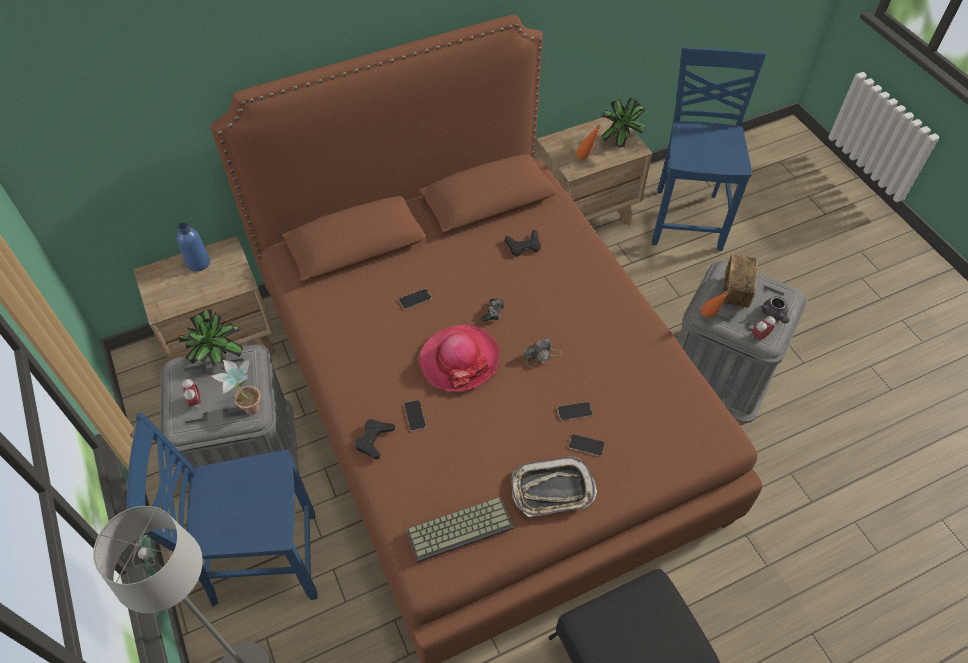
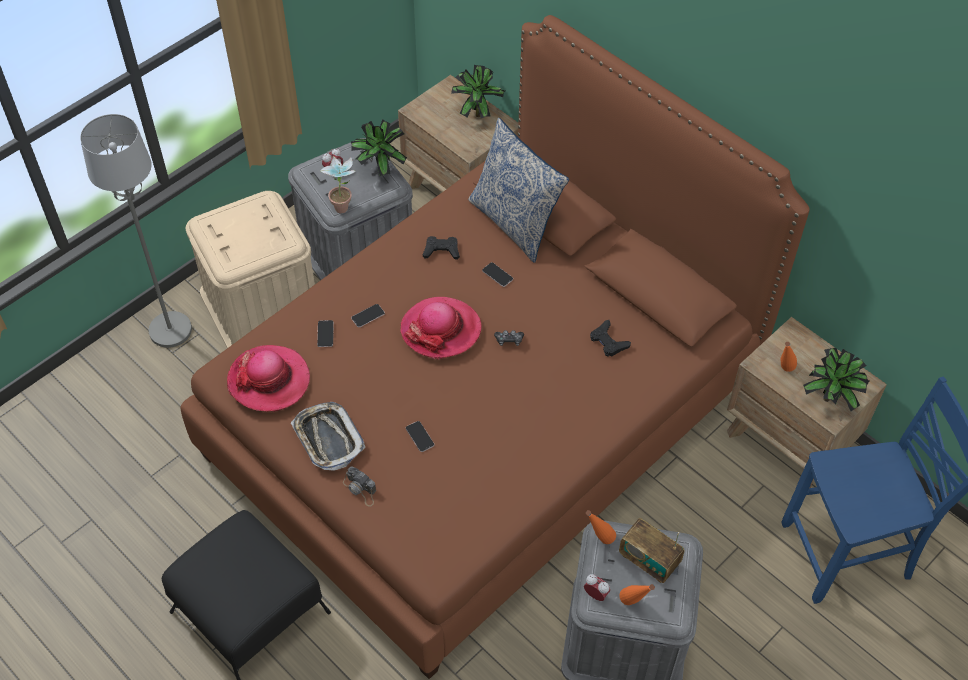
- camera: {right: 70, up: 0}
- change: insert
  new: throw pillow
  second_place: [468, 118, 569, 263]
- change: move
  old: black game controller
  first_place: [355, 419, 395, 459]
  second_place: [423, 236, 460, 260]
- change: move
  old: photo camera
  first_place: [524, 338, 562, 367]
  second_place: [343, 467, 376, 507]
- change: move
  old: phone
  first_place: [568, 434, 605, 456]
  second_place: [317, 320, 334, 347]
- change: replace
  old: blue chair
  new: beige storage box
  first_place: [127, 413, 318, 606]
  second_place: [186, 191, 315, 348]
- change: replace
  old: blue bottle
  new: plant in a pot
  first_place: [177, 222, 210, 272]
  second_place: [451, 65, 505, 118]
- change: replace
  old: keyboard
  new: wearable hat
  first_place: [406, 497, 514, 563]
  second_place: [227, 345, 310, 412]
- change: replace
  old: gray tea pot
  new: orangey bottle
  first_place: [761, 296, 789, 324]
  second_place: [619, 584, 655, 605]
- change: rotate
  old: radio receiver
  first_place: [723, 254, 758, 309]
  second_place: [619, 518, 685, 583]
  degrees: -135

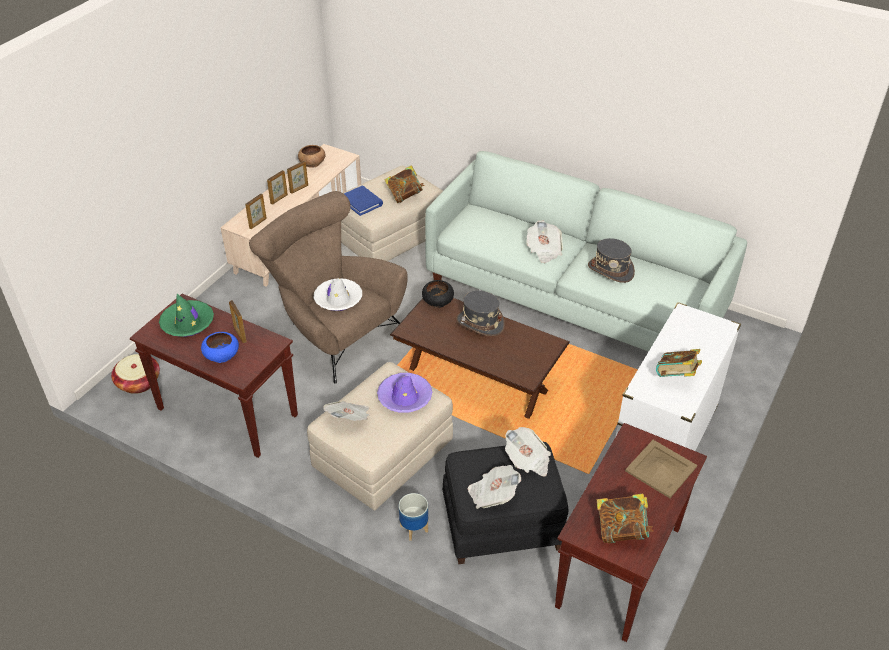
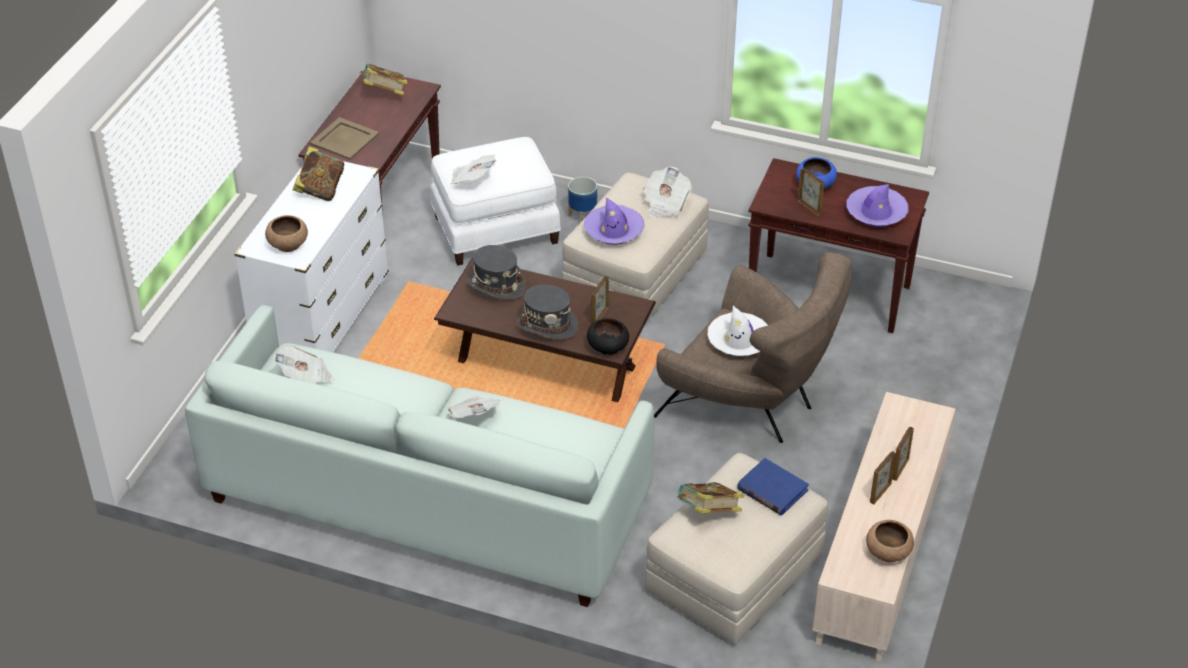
- camera: {right: 170, up: 0}
- change: delete
  old: household basket
  first_place: [111, 354, 160, 394]
- change: insert
  new: brown-coloured bowl
  second_place: [265, 215, 308, 252]
- change: move
  old: picture frame
  first_place: [245, 194, 267, 229]
  second_place: [591, 276, 609, 324]
- change: move
  old: daily paper
  first_place: [468, 465, 521, 509]
  second_place: [273, 345, 334, 384]
- change: move
  old: gray wearable hat
  first_place: [588, 238, 635, 283]
  second_place: [466, 245, 526, 301]
- change: recolor
  old: green wearable hat
  new: purplish wearable hat
  first_place: [159, 294, 214, 337]
  second_place: [846, 184, 909, 227]
- change: recolor
  old: black footrest
  new: white footrest
  first_place: [442, 441, 568, 564]
  second_place: [431, 137, 561, 266]

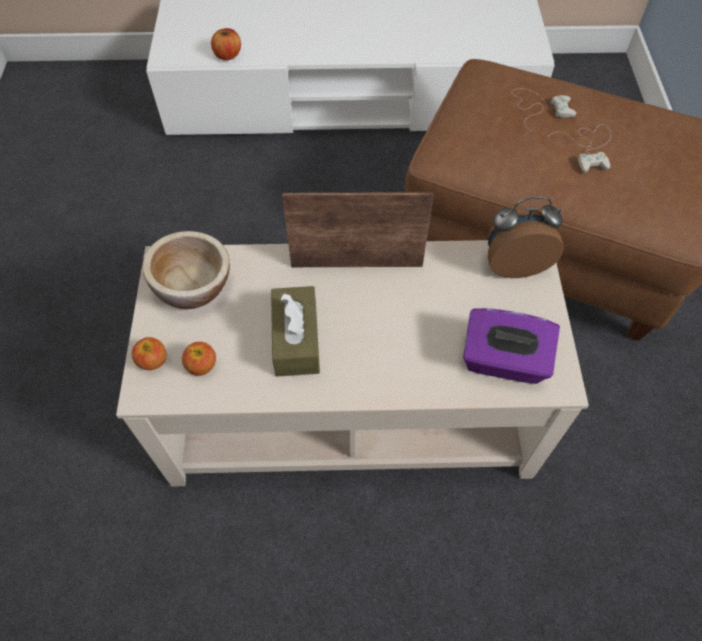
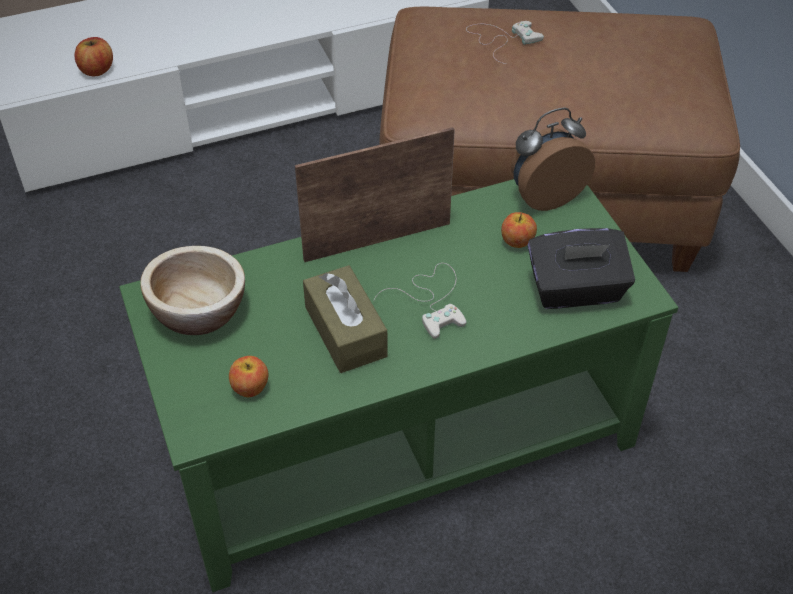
- camera: {right: -20, up: -10}
- change: move
  old: apple fruit
  first_place: [132, 337, 167, 370]
  second_place: [501, 212, 537, 248]
- change: move
  old: white game controller
  first_place: [550, 124, 611, 173]
  second_place: [374, 263, 466, 339]
- change: recolor
  old: beige lounge table
  new: green lounge table
  first_place: [116, 240, 589, 487]
  second_place: [119, 179, 678, 592]
- change: recolor
  old: purplish tissue holder
  new: black tissue holder
  first_place: [463, 308, 560, 384]
  second_place: [528, 228, 635, 309]

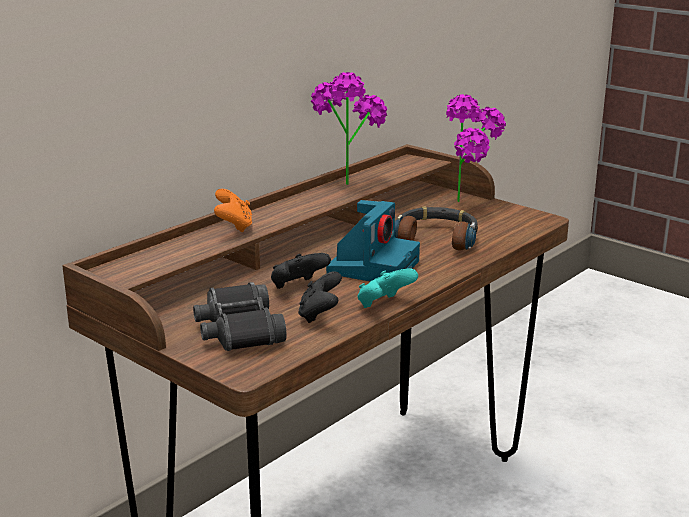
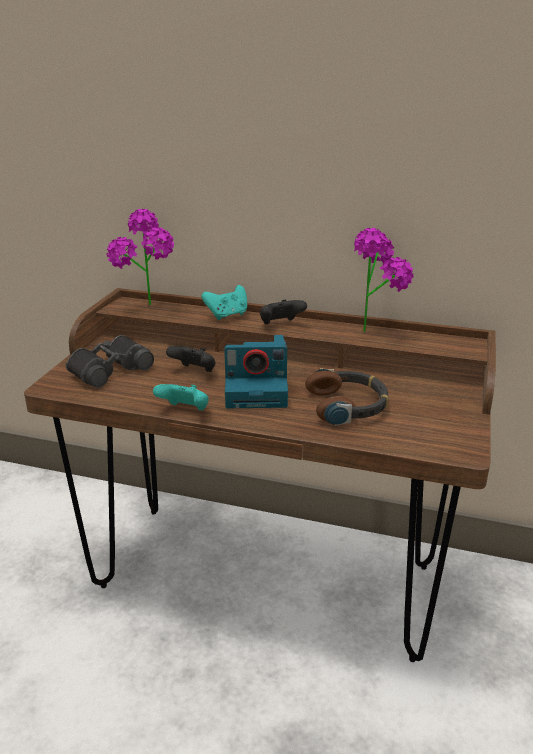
- camera: {right: 65, up: 5}
- change: move
  old: black game controller
  first_place: [298, 271, 342, 323]
  second_place: [260, 299, 307, 324]
- change: move
  old: plant in a pot
  first_place: [446, 94, 506, 202]
  second_place: [106, 209, 174, 305]
- change: recolor
  old: orangey game controller
  new: blue-green game controller
  first_place: [214, 189, 252, 232]
  second_place: [202, 285, 247, 320]

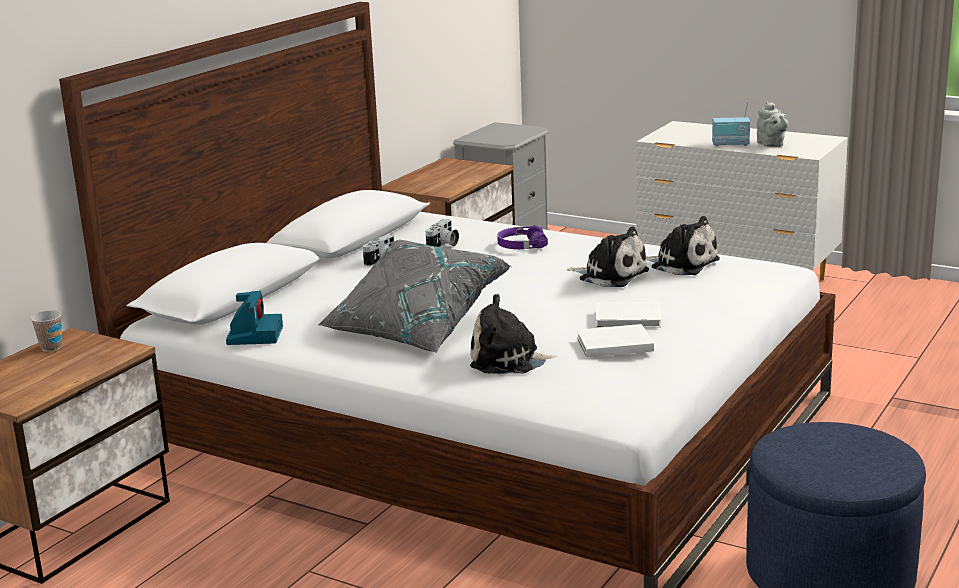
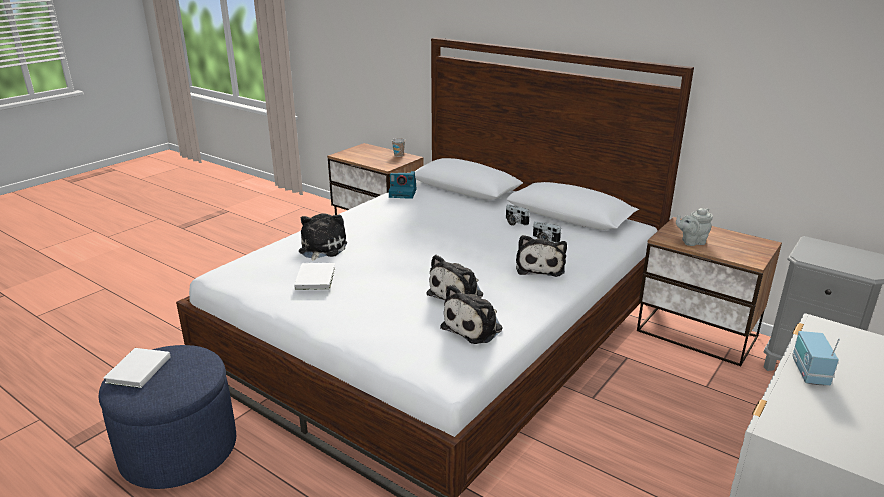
- camera: {right: 95, up: 5}
- change: delete
  old: gray throw pillow
  first_place: [318, 240, 511, 353]
- change: move
  old: white volume
  first_place: [596, 302, 661, 328]
  second_place: [103, 348, 170, 388]
- change: move
  old: gray tea pot
  first_place: [757, 102, 789, 147]
  second_place: [676, 208, 713, 246]
- change: replace
  old: purplish pair of headphones
  new: soft toy
  first_place: [497, 225, 548, 249]
  second_place: [516, 235, 567, 277]

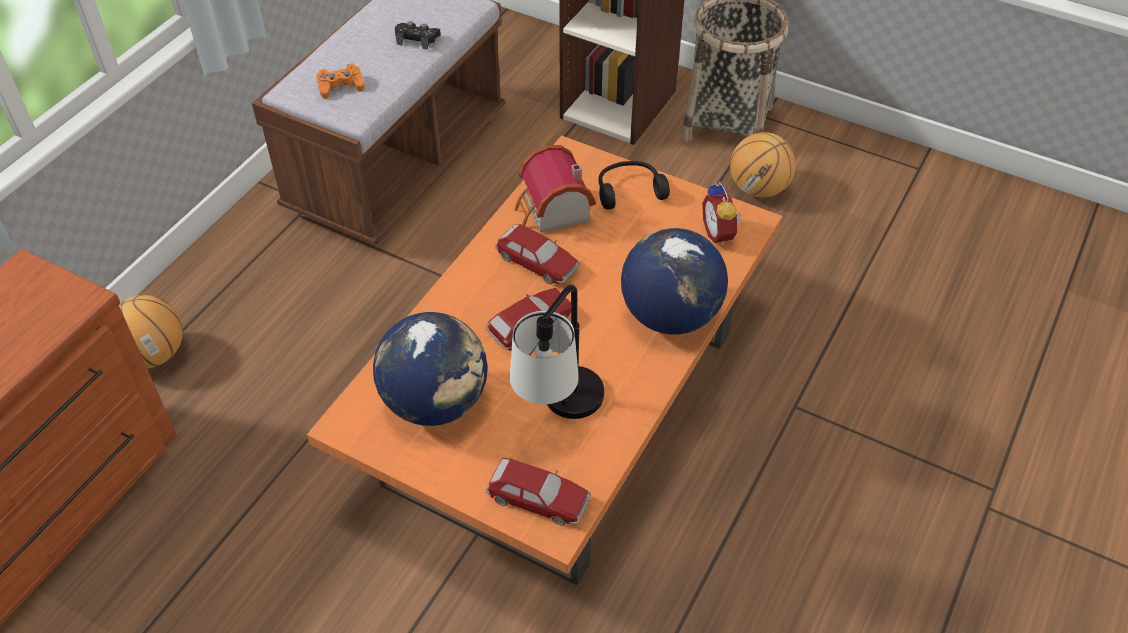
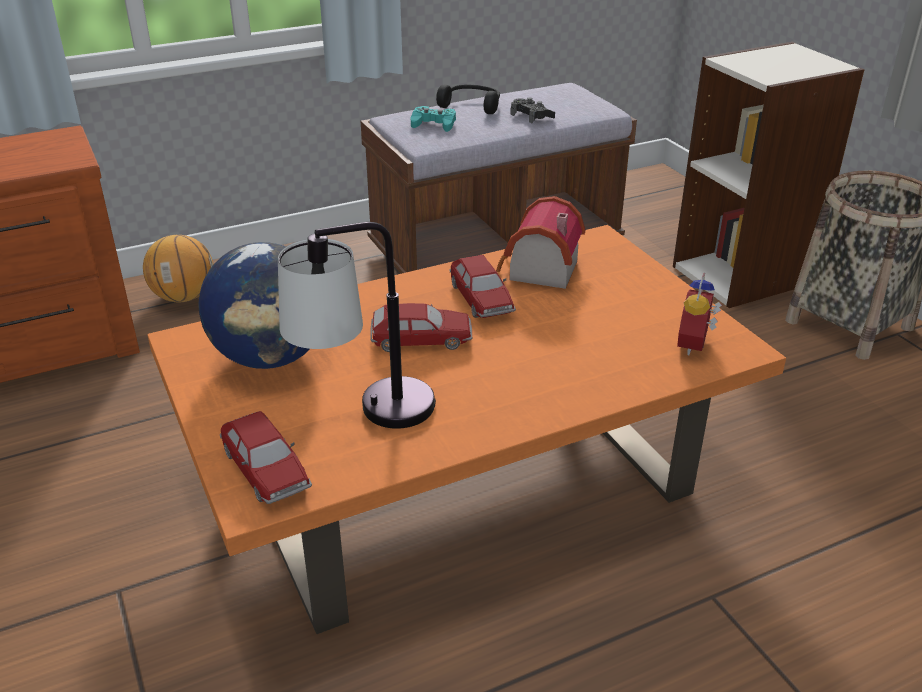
- camera: {right: 35, up: -15}
- change: delete
  old: world globe
  first_place: [621, 228, 728, 335]
- change: delete
  old: basketball ball
  first_place: [730, 132, 796, 198]
- change: move
  old: black pair of headphones
  first_place: [599, 161, 670, 210]
  second_place: [436, 84, 500, 114]
- change: recolor
  old: orangey game controller
  new: blue-green game controller
  first_place: [316, 64, 365, 99]
  second_place: [411, 106, 456, 132]

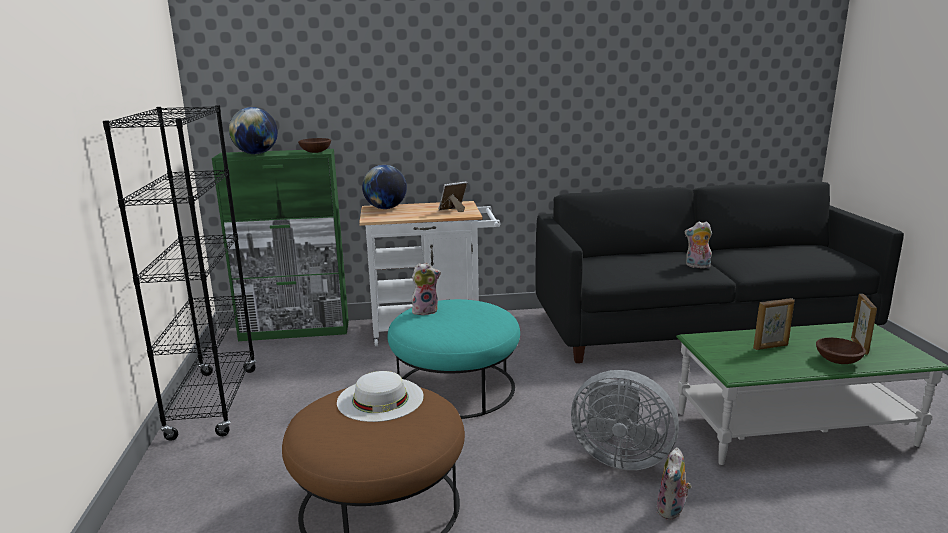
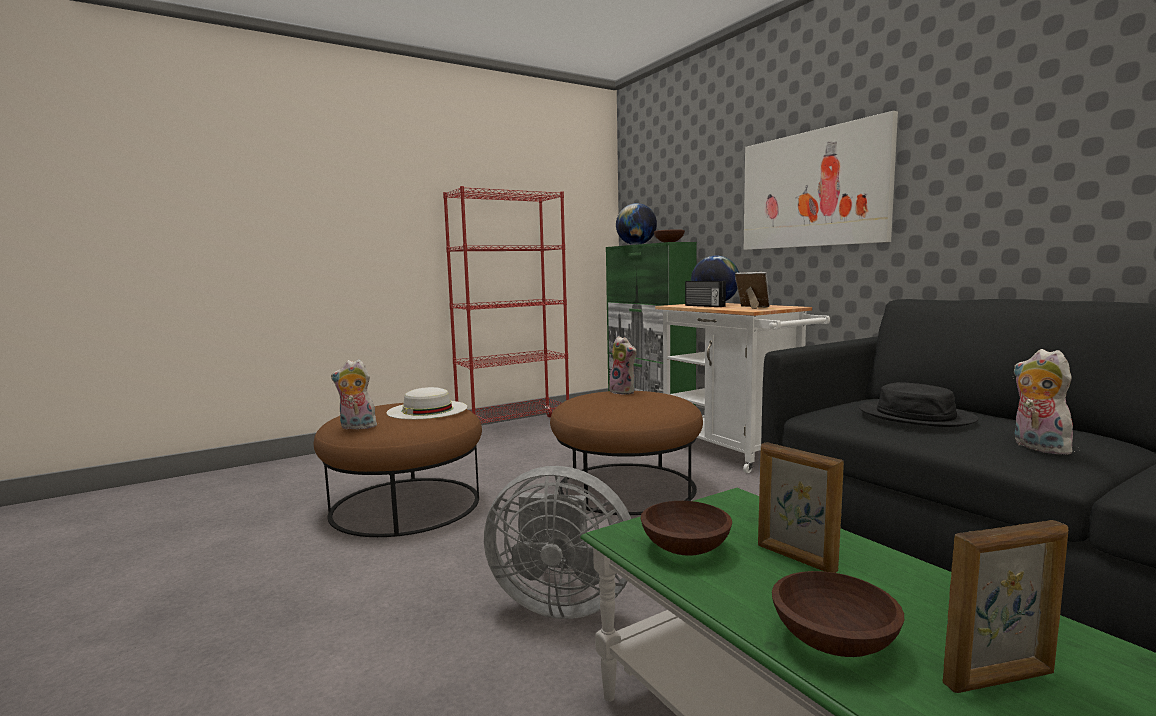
- camera: {right: 65, up: -10}
- change: insert
  new: brown-coloured bowl
  second_place: [641, 501, 732, 556]
- change: insert
  new: radio receiver
  second_place: [685, 281, 726, 307]
- change: insert
  new: wall art
  second_place: [744, 111, 898, 250]
- change: insert
  new: black wearable hat
  second_place: [859, 382, 978, 427]
- change: move
  old: soft toy
  first_place: [656, 447, 692, 520]
  second_place: [331, 359, 379, 429]
- change: recolor
  old: black bookshelf
  new: reddish bookshelf
  first_place: [103, 105, 256, 441]
  second_place: [443, 186, 569, 424]
- change: recolor
  old: blue-green footrest
  new: brown-coloured footrest
  first_place: [387, 299, 520, 419]
  second_place: [550, 391, 703, 515]
- change: rotate
  old: gray electric fan
  first_place: [571, 370, 679, 470]
  second_place: [484, 466, 631, 619]
  degrees: -75

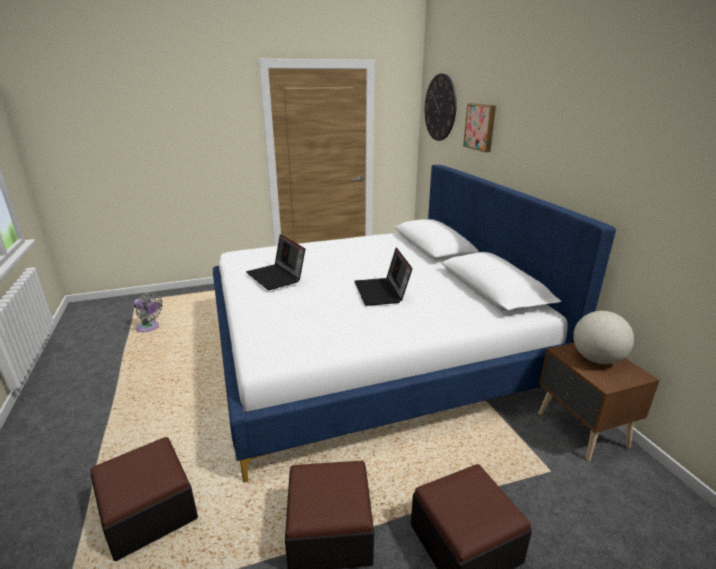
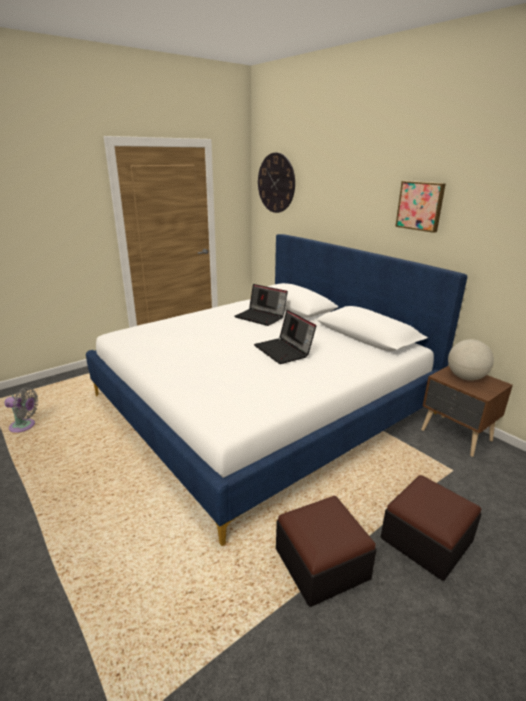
- camera: {right: -20, up: 0}
- change: delete
  old: footrest
  first_place: [90, 437, 198, 561]
- change: move
  old: laptop
  first_place: [246, 234, 305, 290]
  second_place: [235, 284, 288, 326]
- change: move
  old: wall art
  first_place: [463, 103, 496, 152]
  second_place: [395, 181, 446, 233]

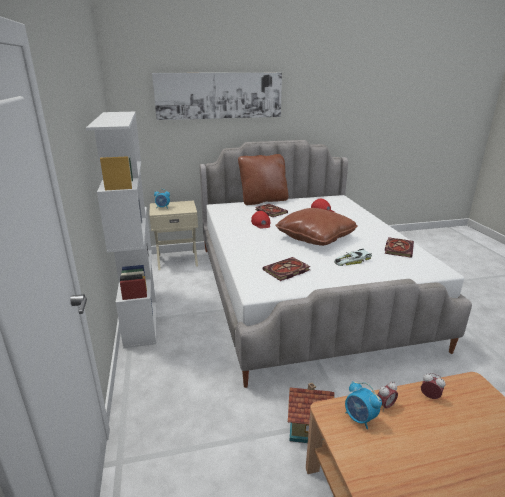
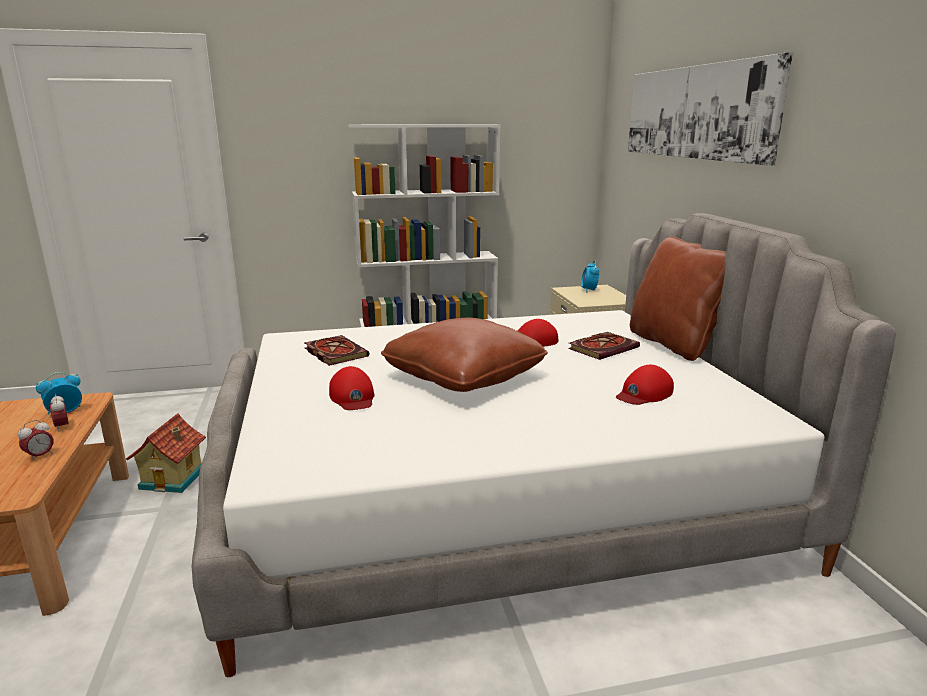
- camera: {right: 90, up: -5}
- change: delete
  old: volume
  first_place: [385, 237, 414, 258]
- change: replace
  old: model car
  new: reddish baseball cap
  first_place: [334, 249, 372, 266]
  second_place: [329, 366, 374, 410]

